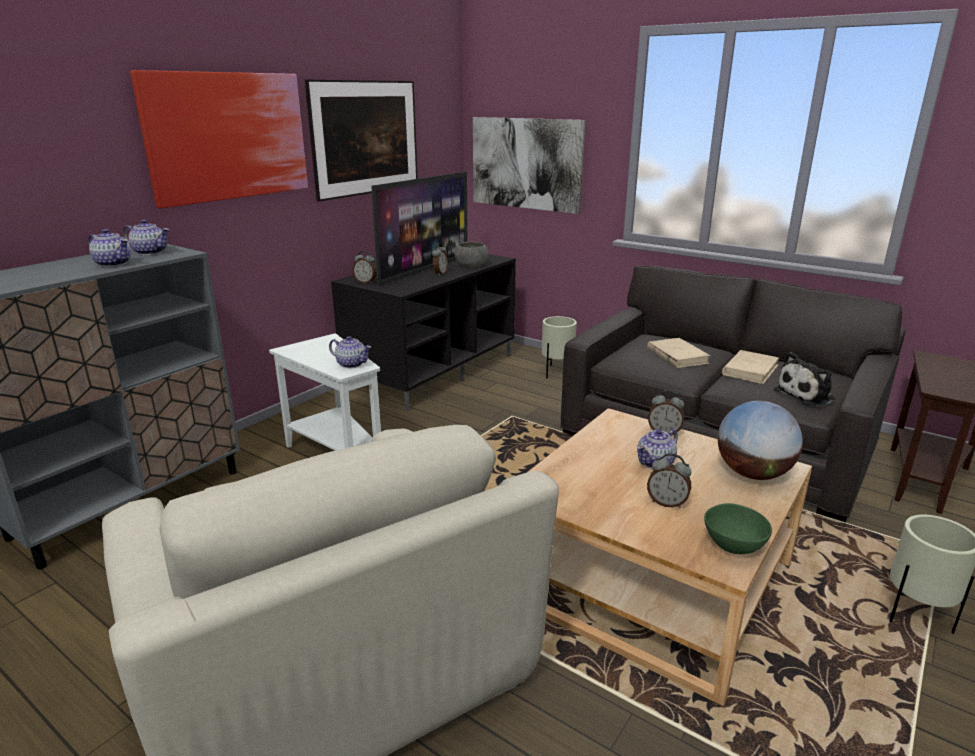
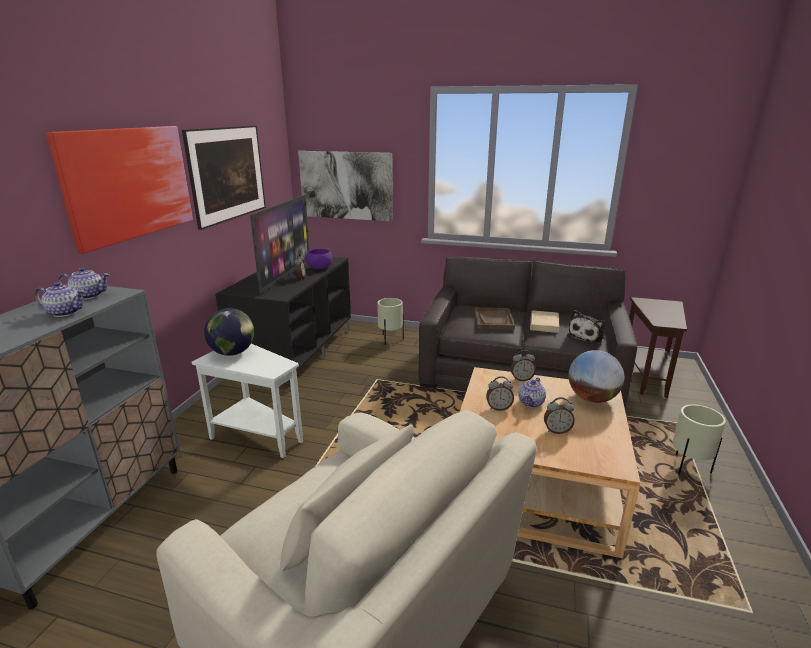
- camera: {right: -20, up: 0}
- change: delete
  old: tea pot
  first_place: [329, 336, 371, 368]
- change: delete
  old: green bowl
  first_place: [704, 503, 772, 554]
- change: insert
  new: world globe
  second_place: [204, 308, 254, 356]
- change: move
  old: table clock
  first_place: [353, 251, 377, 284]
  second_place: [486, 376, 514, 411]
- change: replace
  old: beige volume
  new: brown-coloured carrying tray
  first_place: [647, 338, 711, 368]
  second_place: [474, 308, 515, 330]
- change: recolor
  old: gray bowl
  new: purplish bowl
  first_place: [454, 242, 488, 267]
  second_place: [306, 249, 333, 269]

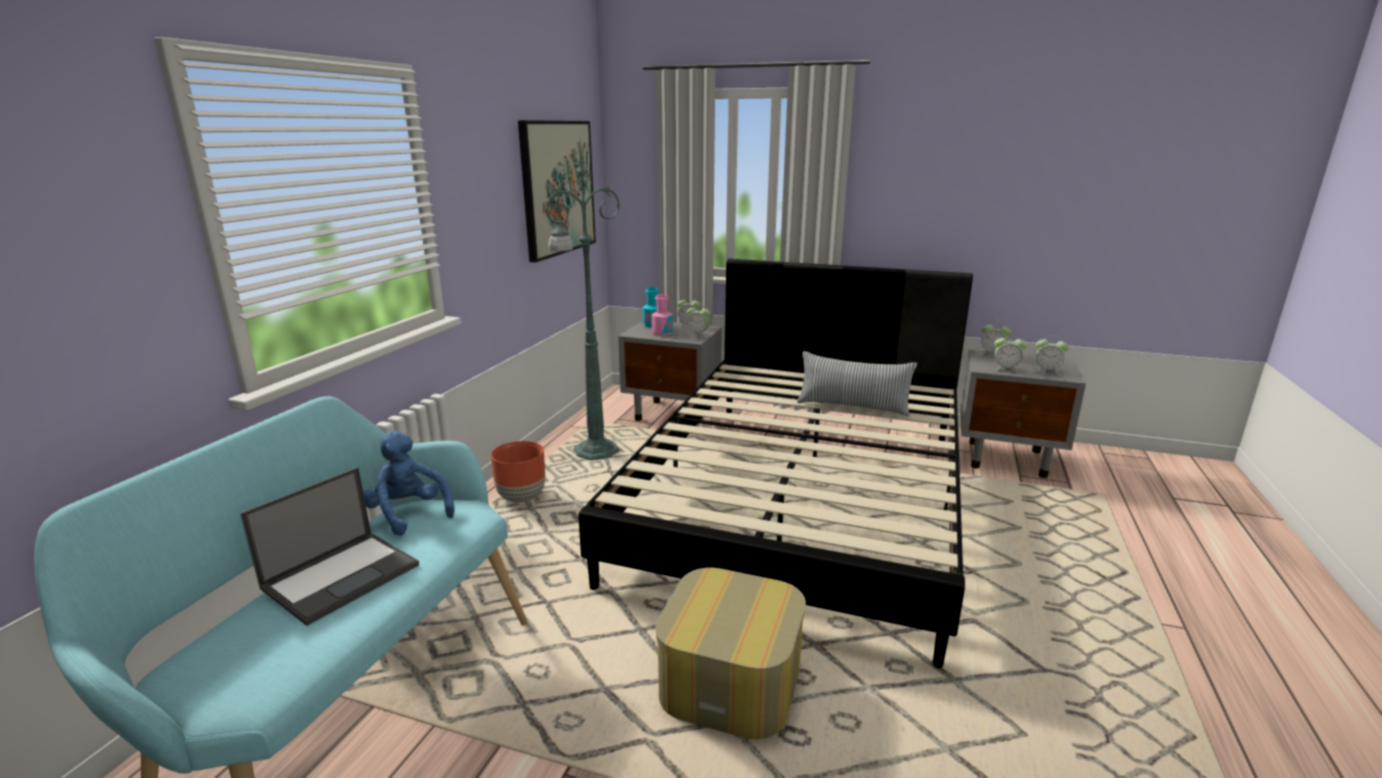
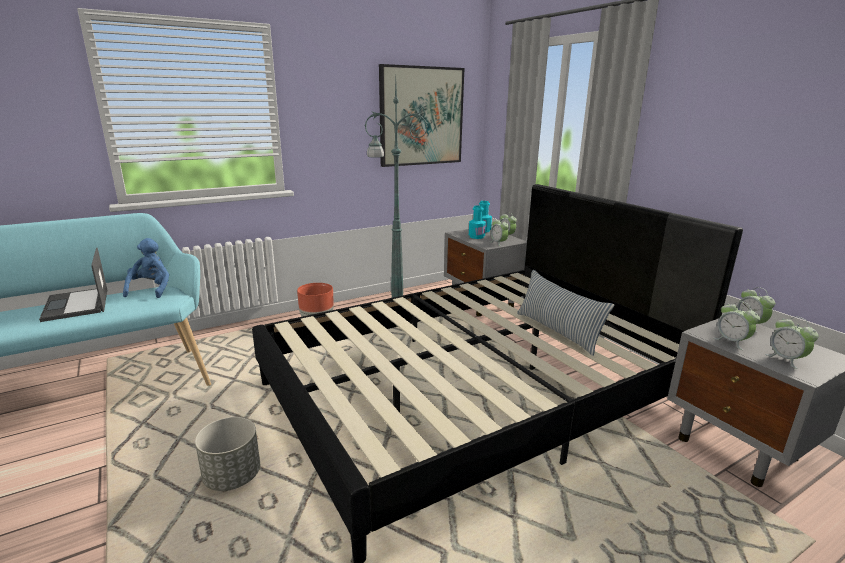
- camera: {right: 40, up: 0}
- change: replace
  old: footrest
  new: gray flower pot
  first_place: [655, 567, 806, 739]
  second_place: [195, 417, 260, 491]
- change: recolor
  old: pink bottle
  new: blue-green bottle
  first_place: [652, 294, 673, 336]
  second_place: [469, 205, 486, 239]
- change: rotate
  old: laptop
  first_place: [240, 467, 419, 626]
  second_place: [39, 248, 107, 322]
  degrees: 75

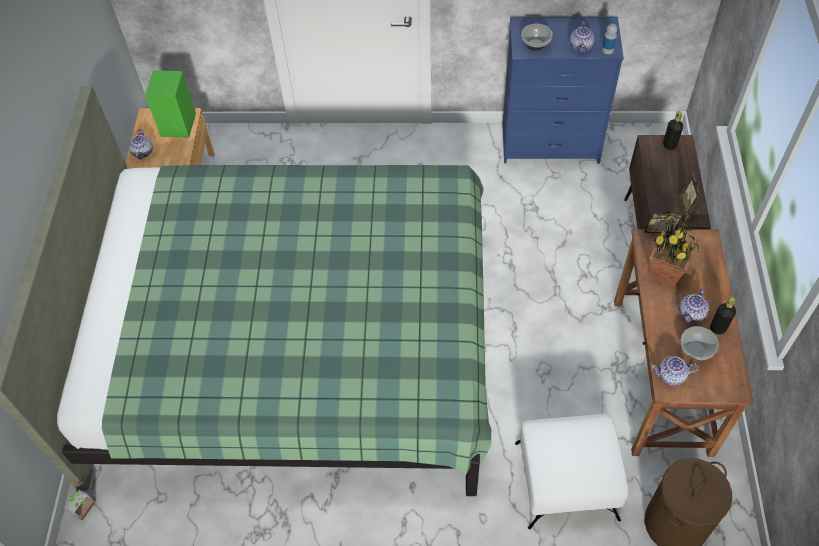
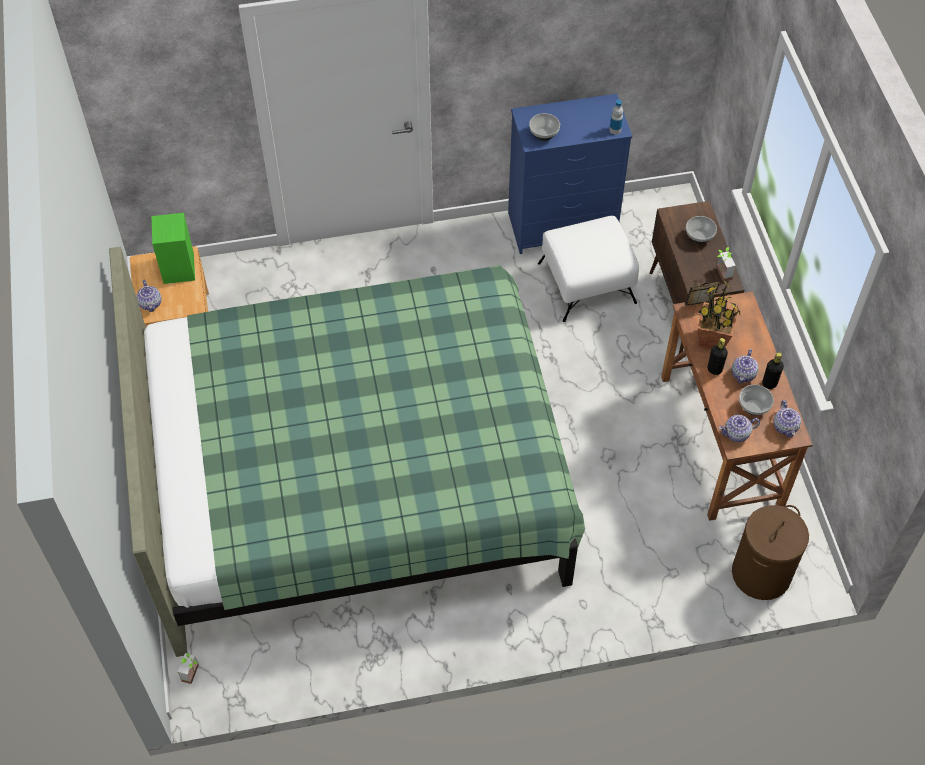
- camera: {right: -15, up: 0}
- change: insert
  new: bowl
  second_place: [686, 216, 717, 244]
- change: move
  old: white footrest
  first_place: [515, 414, 628, 529]
  second_place: [538, 215, 639, 322]
- change: move
  old: tea pot
  first_place: [570, 21, 594, 53]
  second_place: [773, 400, 801, 438]
- change: move
  old: black bottle
  first_place: [663, 111, 683, 150]
  second_place: [708, 338, 728, 375]
- change: replace
  old: picture frame
  new: plant in a pot
  first_place: [679, 173, 701, 218]
  second_place: [716, 247, 736, 282]

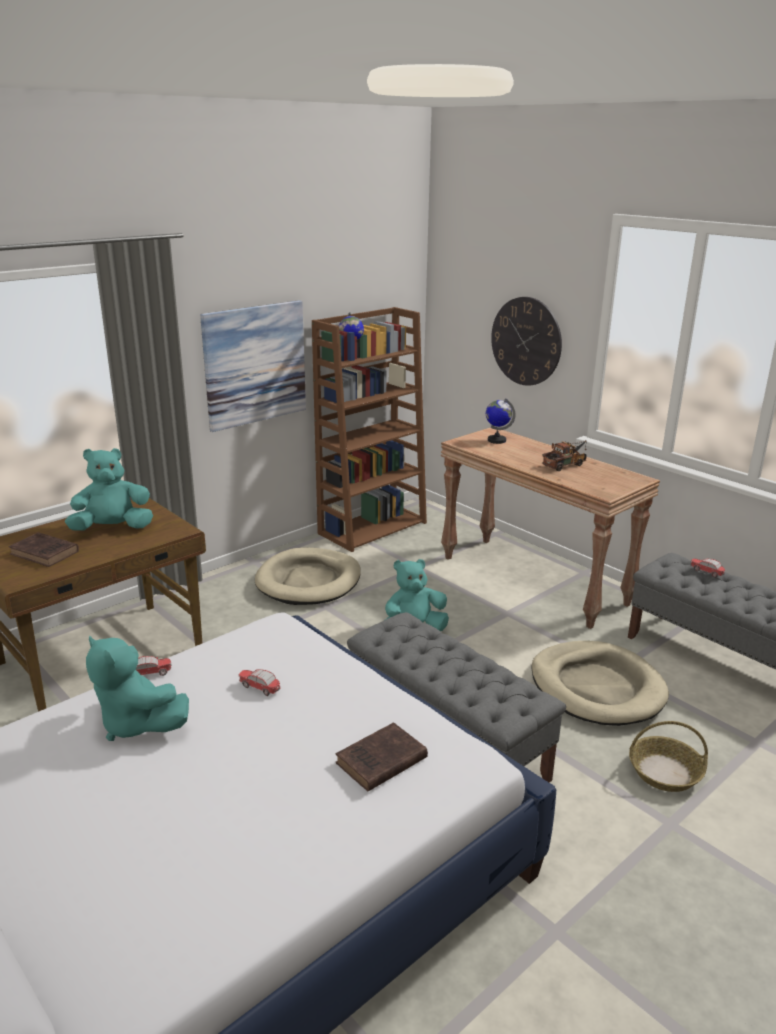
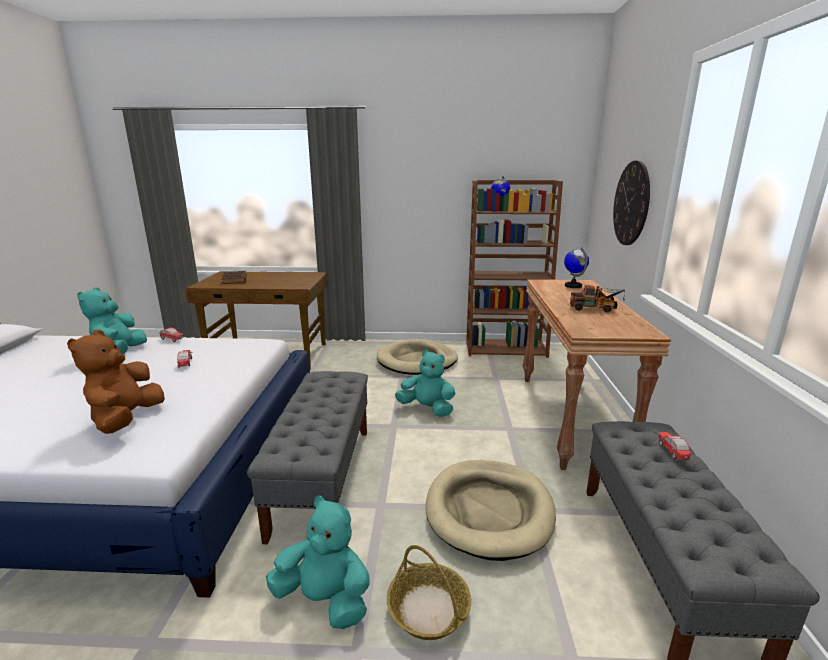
- camera: {right: 45, up: -5}
- change: delete
  old: wall art
  first_place: [200, 300, 306, 432]
- change: move
  old: blue-green soft toy
  first_place: [65, 448, 153, 531]
  second_place: [266, 496, 370, 629]
- change: replace
  old: brown-coloured volume
  new: brown-coloured soft toy
  first_place: [335, 722, 428, 792]
  second_place: [67, 330, 165, 434]

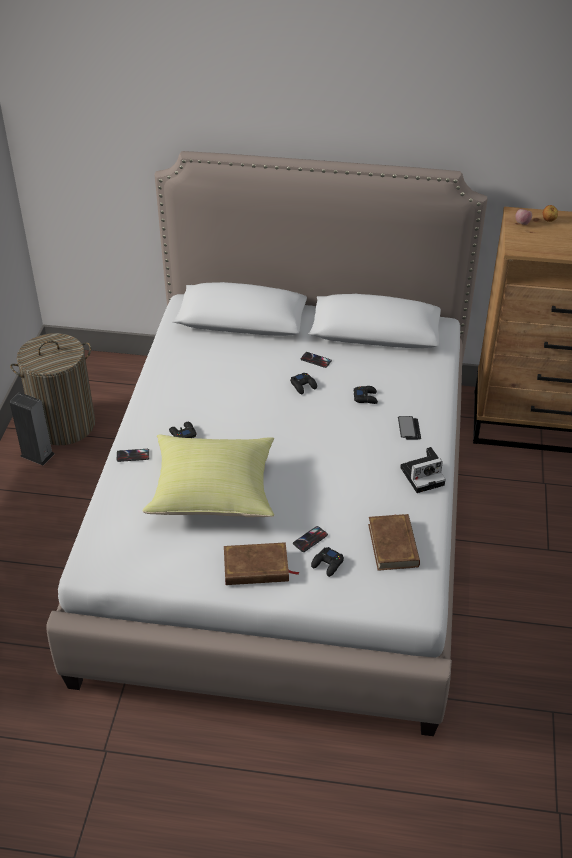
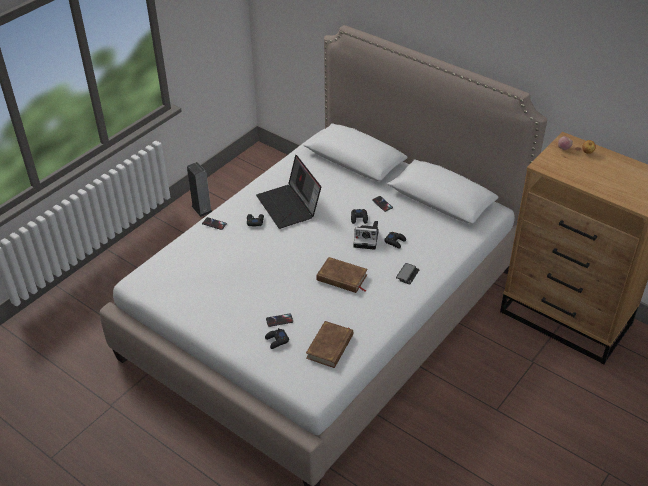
- camera: {right: 30, up: 0}
- change: delete
  old: hamper
  first_place: [10, 333, 95, 445]
- change: delete
  old: yellow-coloured throw pillow
  first_place: [142, 434, 274, 517]
- change: insert
  new: laptop
  second_place: [256, 155, 321, 229]
- change: move
  old: brown-coloured volume
  first_place: [224, 542, 299, 585]
  second_place: [316, 257, 368, 293]
- change: move
  old: photo camera
  first_place: [400, 447, 446, 493]
  second_place: [353, 221, 379, 250]

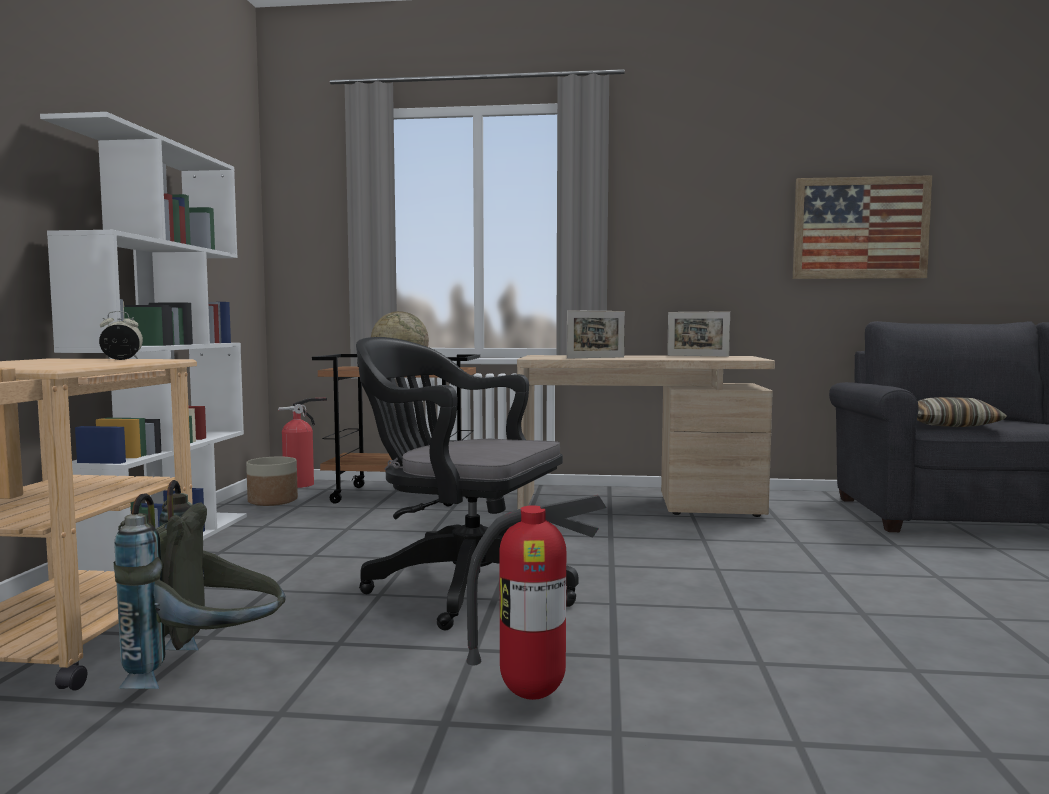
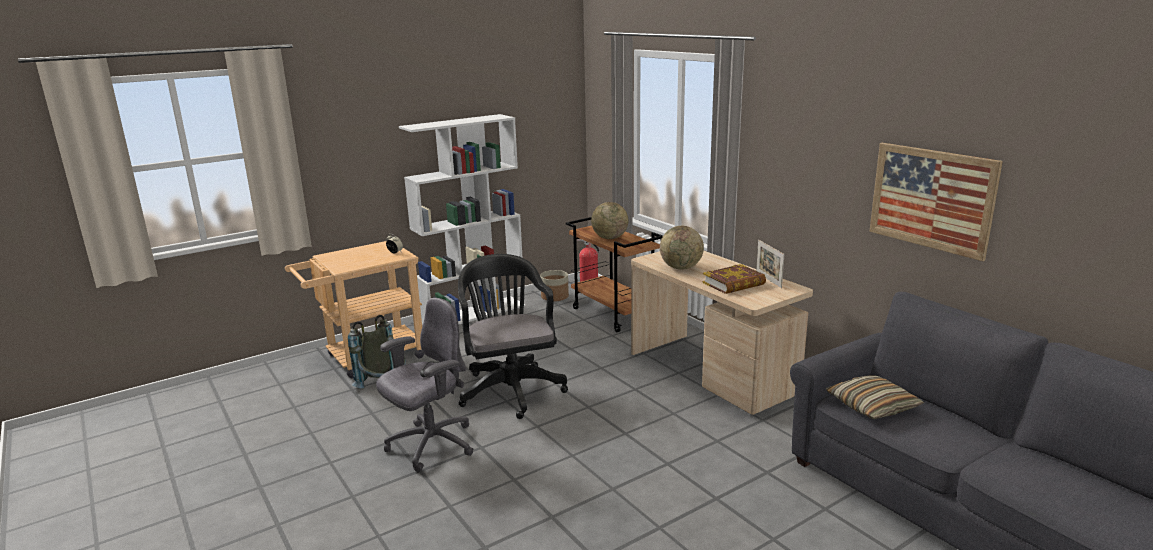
- camera: {right: 50, up: 15}
- change: insert
  new: volume
  second_place: [702, 264, 766, 294]
- change: replace
  old: fire extinguisher
  new: gray office chair
  first_place: [466, 495, 607, 700]
  second_place: [376, 298, 474, 472]
- change: replace
  old: picture frame
  new: world globe
  first_place: [567, 310, 625, 359]
  second_place: [660, 226, 704, 270]

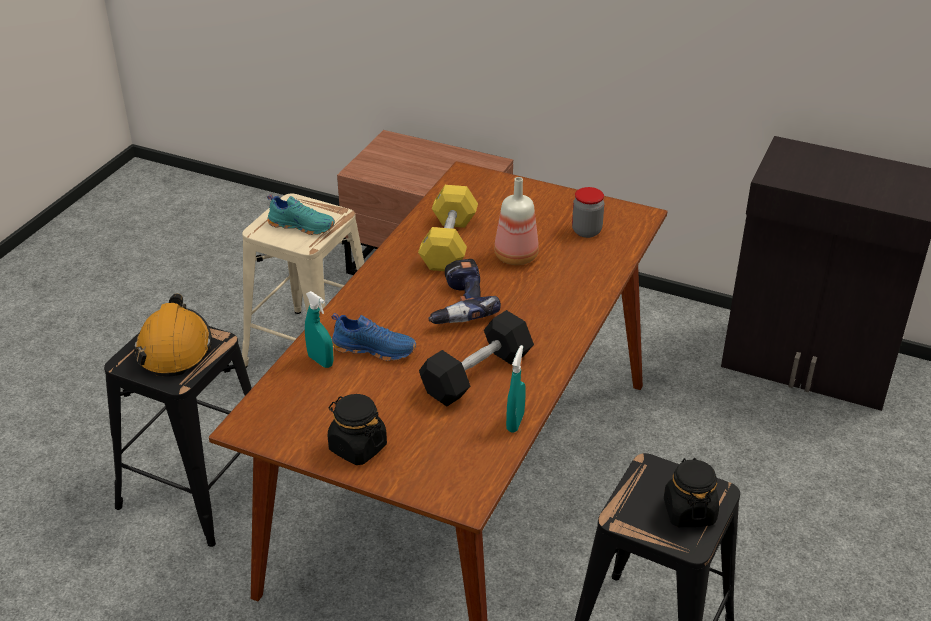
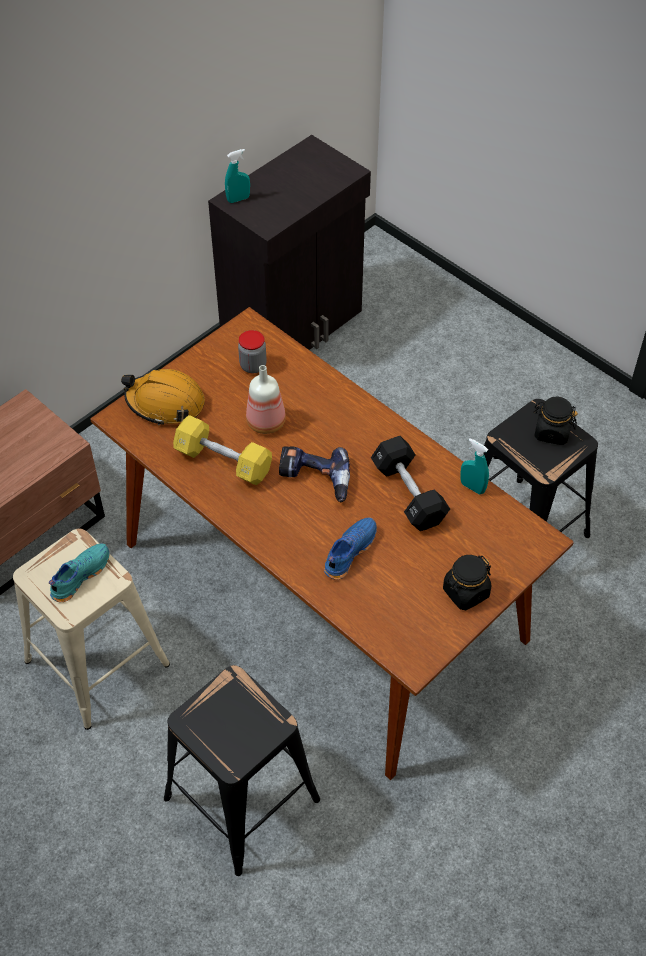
- camera: {right: -70, up: 15}
- change: move
  old: orangey work helmet
  first_place: [134, 293, 212, 376]
  second_place: [121, 369, 205, 426]
- change: move
  old: blue-green hand sprayer
  first_place: [305, 291, 334, 368]
  second_place: [225, 149, 250, 203]

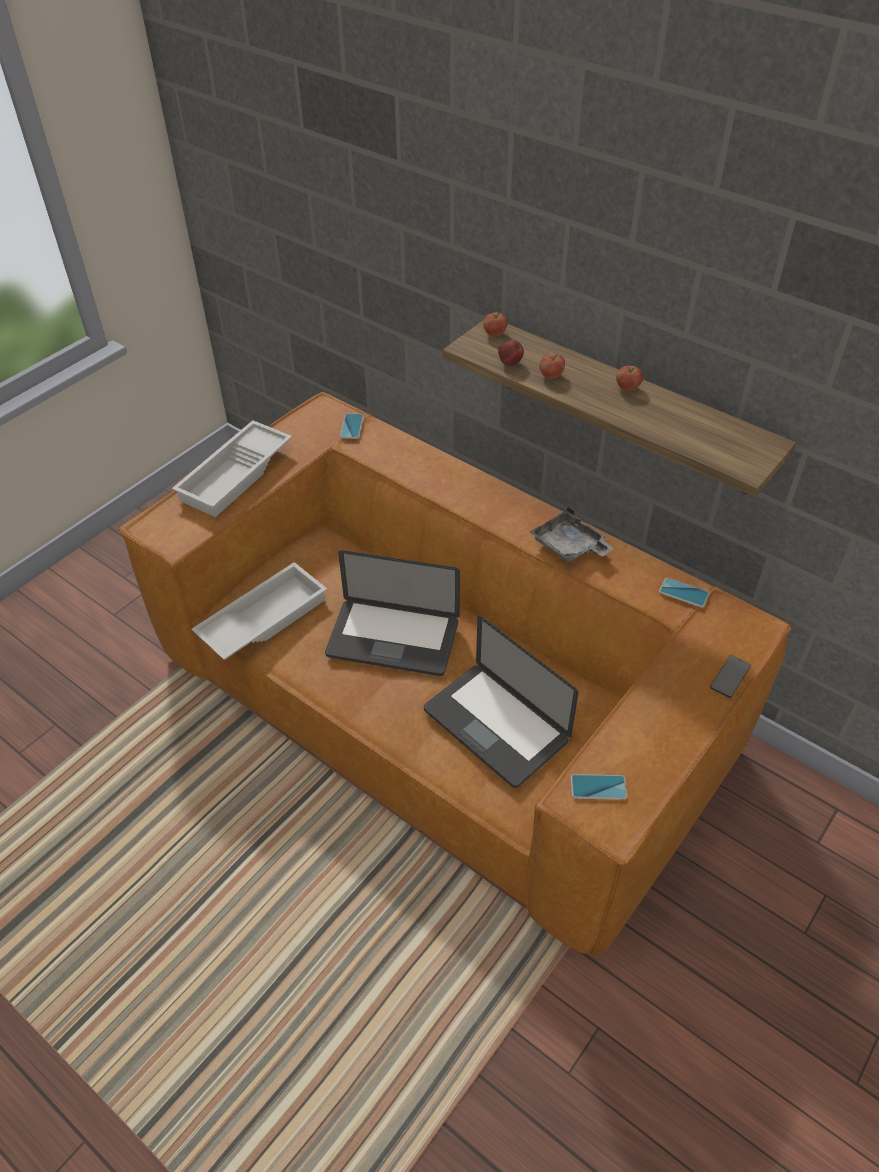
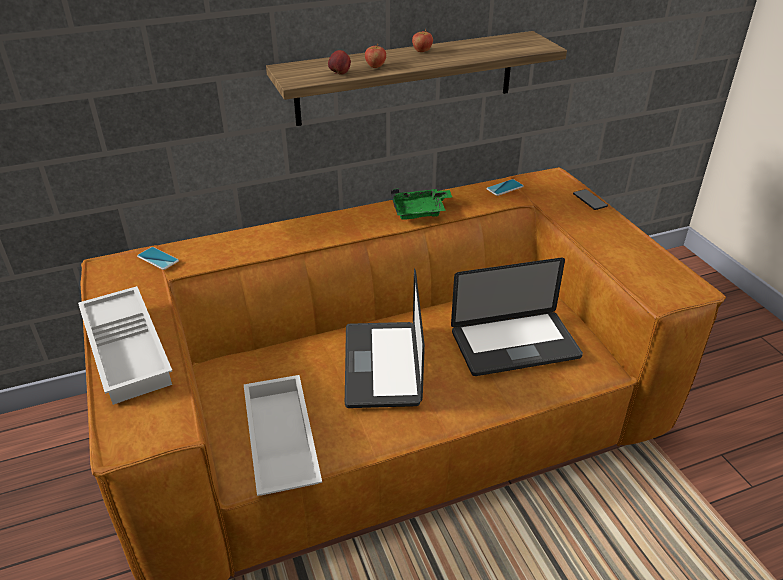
- camera: {right: -60, up: -10}
- change: delete
  old: apple fruit
  first_place: [483, 312, 508, 336]
- change: delete
  old: phone
  first_place: [571, 774, 627, 800]
- change: recolor
  old: gray carrying tray
  new: green carrying tray
  first_place: [530, 506, 614, 563]
  second_place: [391, 189, 452, 220]
- change: rotate
  old: laptop
  first_place: [325, 550, 460, 676]
  second_place: [345, 269, 425, 408]
  degrees: 135

